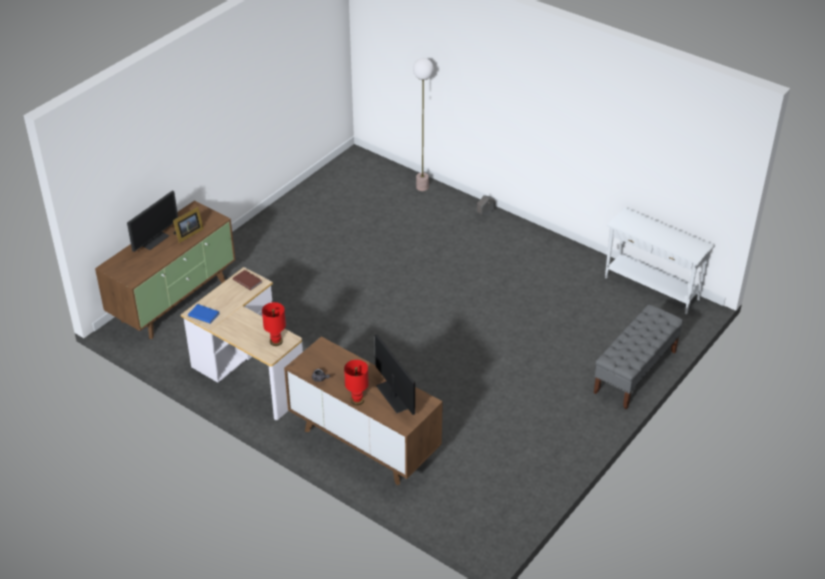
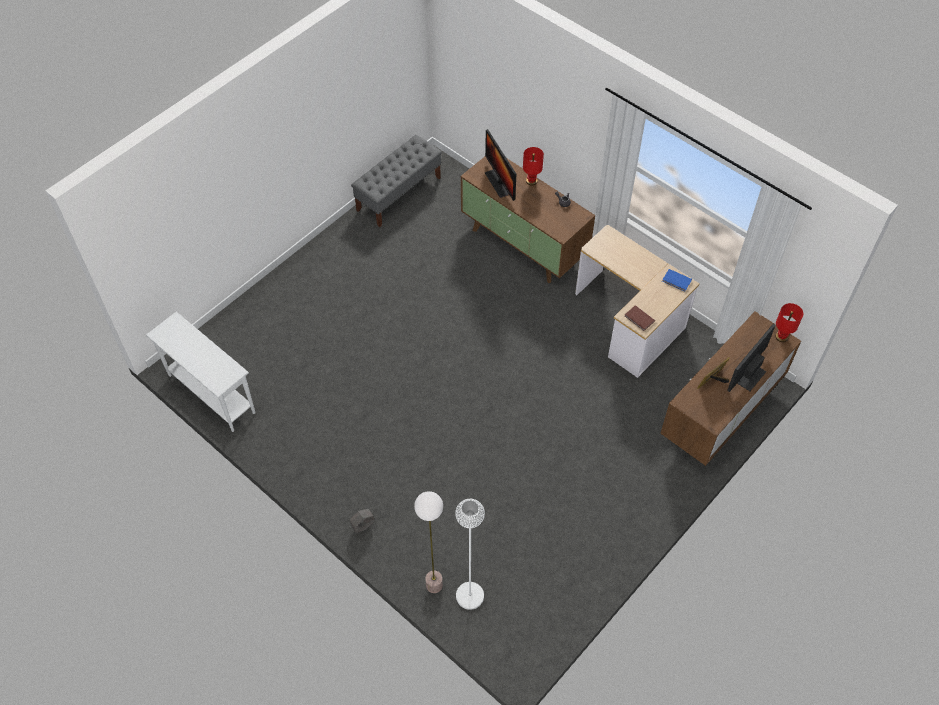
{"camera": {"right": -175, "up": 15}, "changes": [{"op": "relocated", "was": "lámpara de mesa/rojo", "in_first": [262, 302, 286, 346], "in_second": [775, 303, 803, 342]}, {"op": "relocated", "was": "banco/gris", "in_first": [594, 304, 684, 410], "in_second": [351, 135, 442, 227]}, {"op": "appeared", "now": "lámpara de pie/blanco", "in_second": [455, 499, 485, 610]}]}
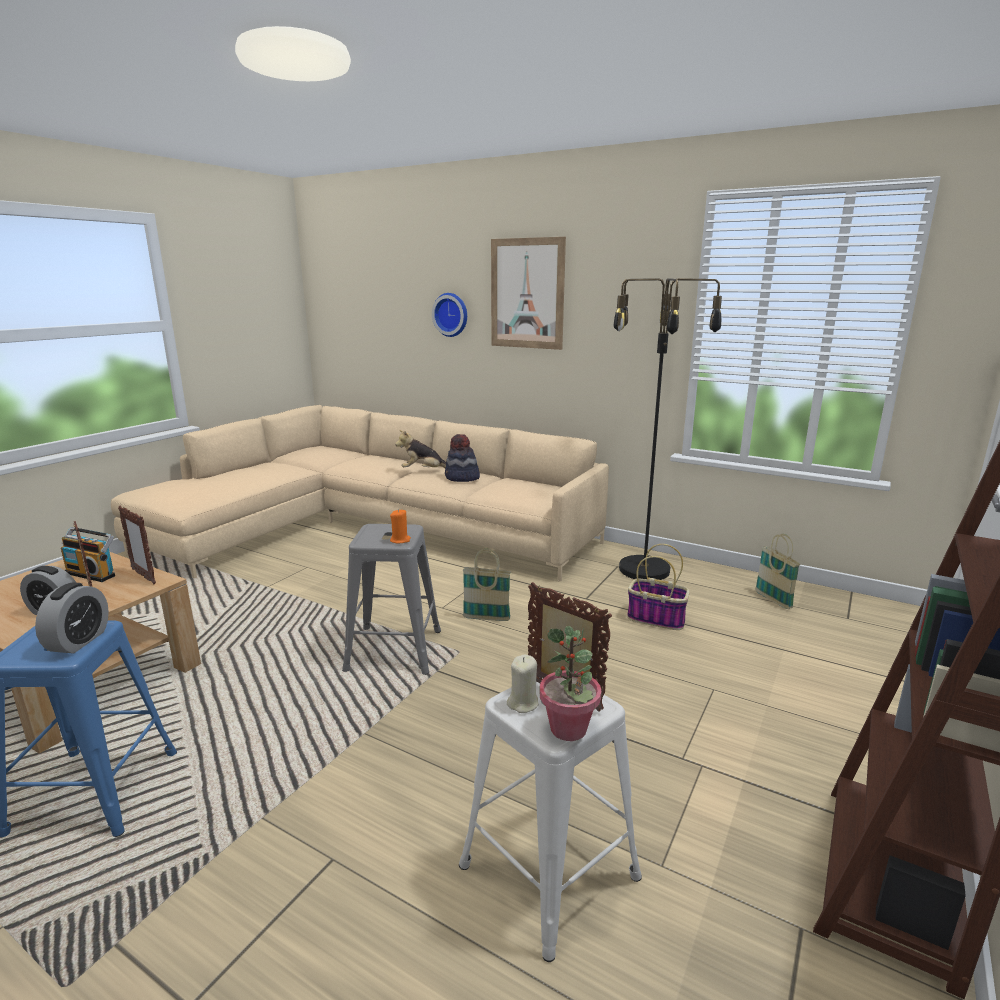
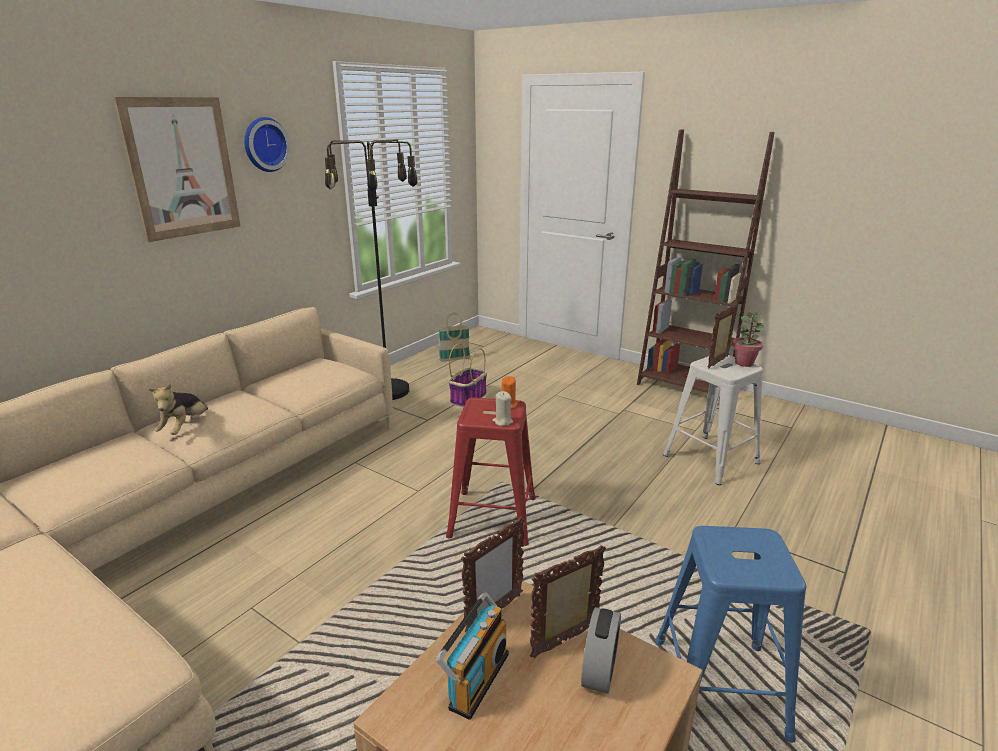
{"camera": {"right": -85, "up": 5}, "changes": [{"op": "relocated", "was": "reloj de pared", "in_first": [432, 293, 467, 337], "in_second": [244, 117, 290, 172]}, {"op": "missing", "was": "sombrero", "in_first": [445, 434, 480, 482]}, {"op": "colour", "was": "taburete/gris", "now": "taburete/rojo", "in_first": [342, 524, 441, 675], "in_second": [446, 398, 536, 546]}, {"op": "missing", "was": "cesta", "in_first": [463, 549, 511, 621]}, {"op": "missing", "was": "despertador", "in_first": [35, 583, 109, 654]}, {"op": "relocated", "was": "vela/beis", "in_first": [507, 655, 539, 713], "in_second": [492, 391, 513, 426]}]}
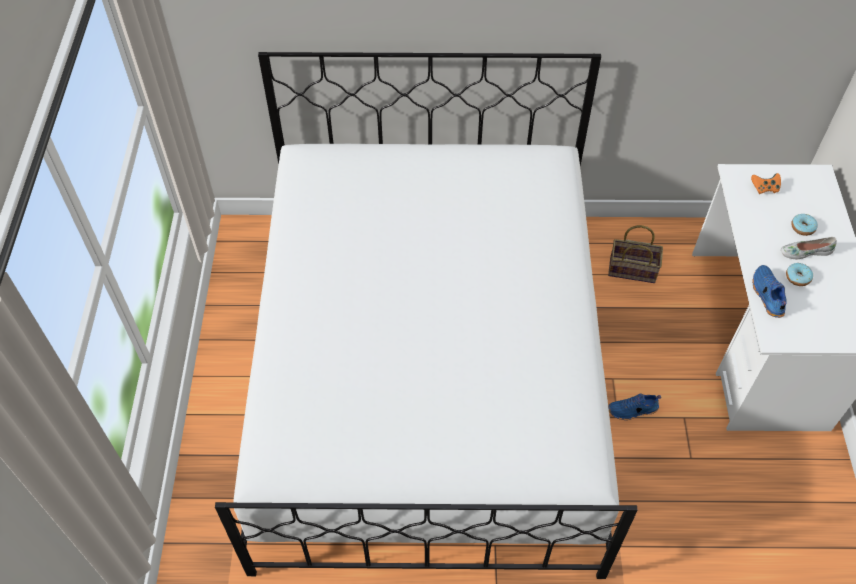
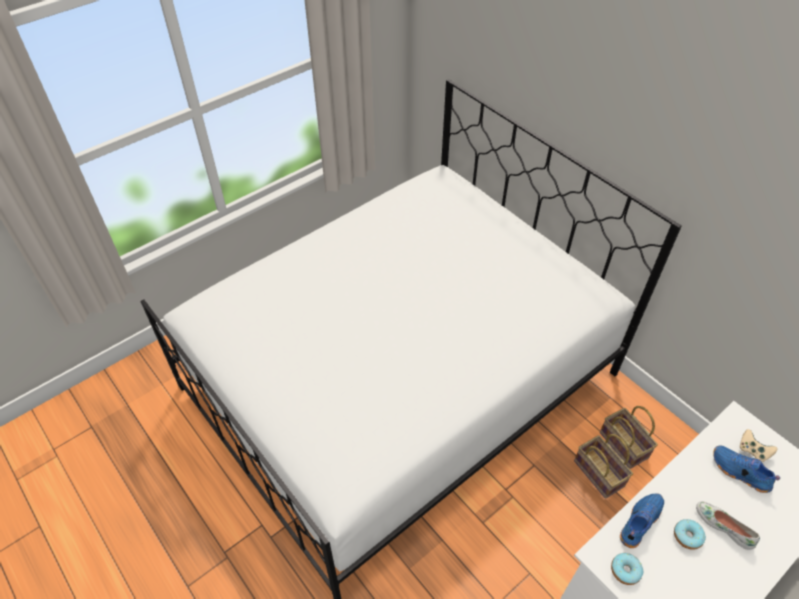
{"camera": {"right": 50, "up": -5}, "changes": [{"op": "colour", "was": "mando de consola/naranja", "now": "mando de consola/beis", "in_first": [751, 173, 781, 194], "in_second": [740, 429, 777, 462]}, {"op": "relocated", "was": "rosquilla", "in_first": [791, 214, 818, 236], "in_second": [611, 553, 643, 585]}, {"op": "relocated", "was": "zapato/azul", "in_first": [608, 394, 661, 421], "in_second": [713, 445, 780, 493]}, {"op": "appeared", "now": "cesta", "in_second": [574, 434, 633, 499]}]}
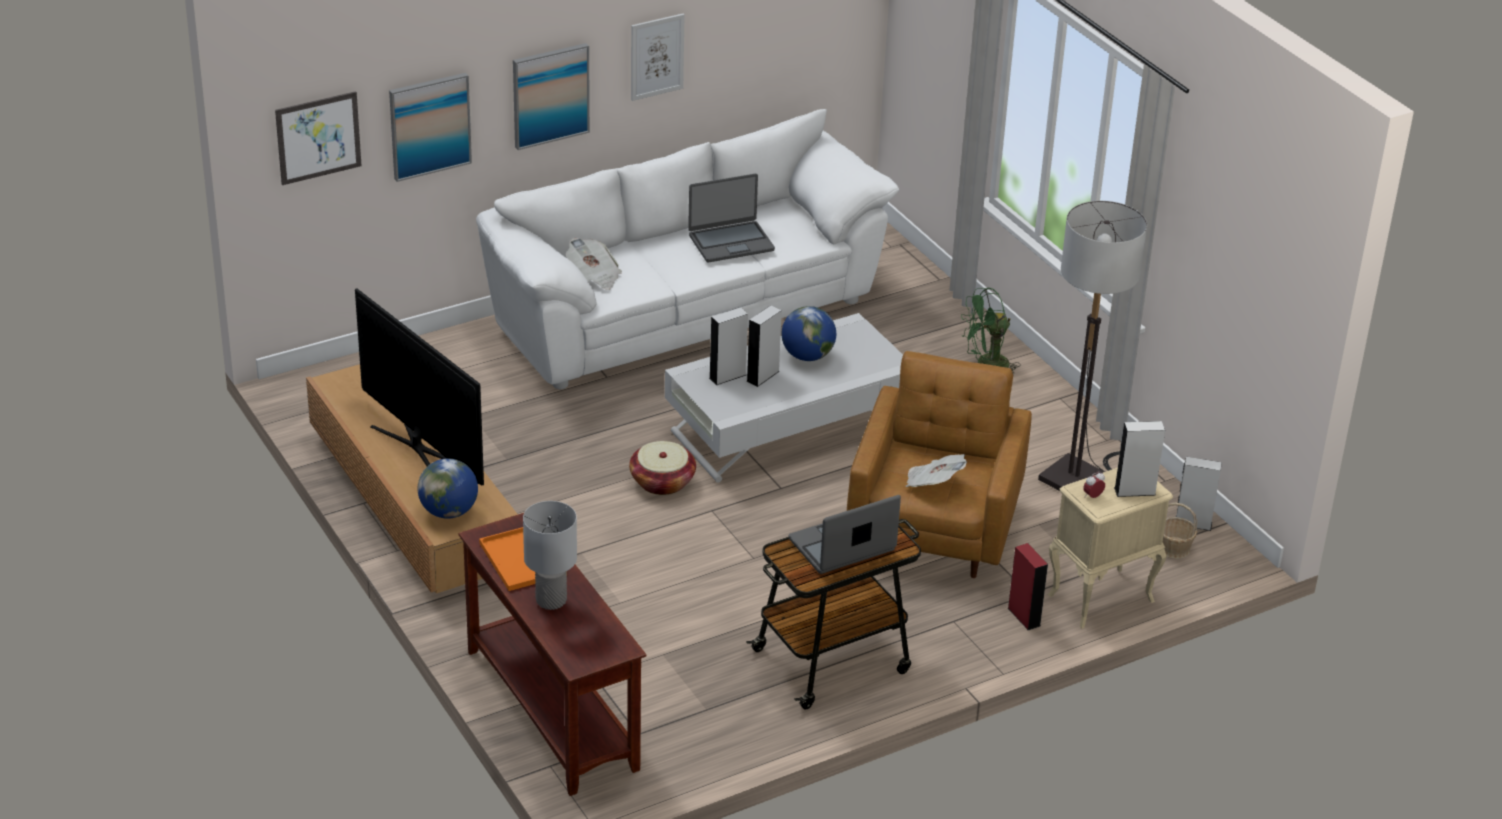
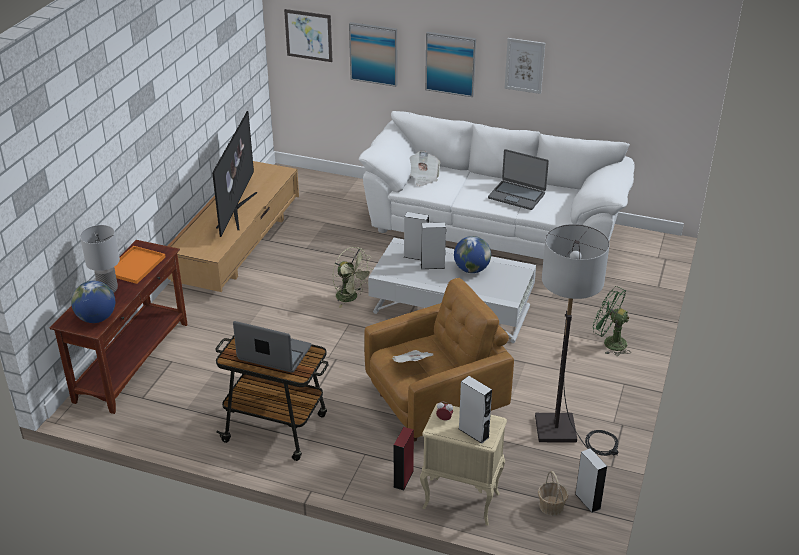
{"camera": {"right": 50, "up": 0}, "changes": [{"op": "exchanged", "was": "cesta", "now": "ventilador/verde", "in_first": [629, 441, 696, 495], "in_second": [333, 247, 372, 308]}, {"op": "relocated", "was": "globo terráqueo", "in_first": [418, 458, 478, 519], "in_second": [71, 281, 115, 323]}]}
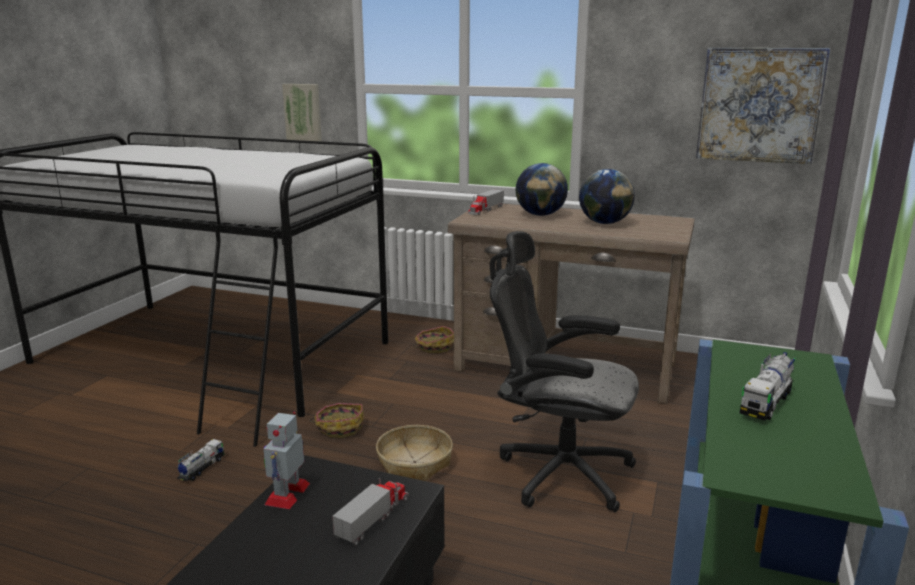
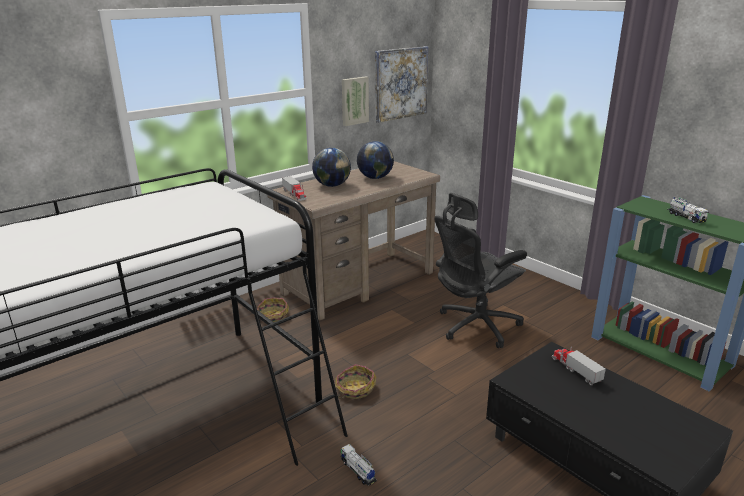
{"camera": {"right": -60, "up": 5}, "changes": [{"op": "relocated", "was": "cuadro", "in_first": [282, 84, 322, 141], "in_second": [342, 76, 369, 126]}, {"op": "missing", "was": "robot de juguete", "in_first": [263, 412, 310, 509]}, {"op": "missing", "was": "cesta", "in_first": [376, 425, 453, 481]}]}
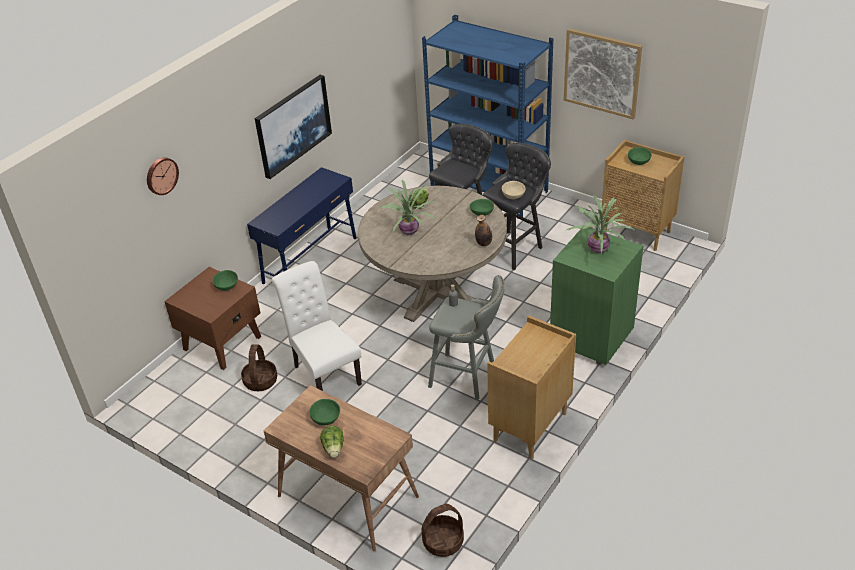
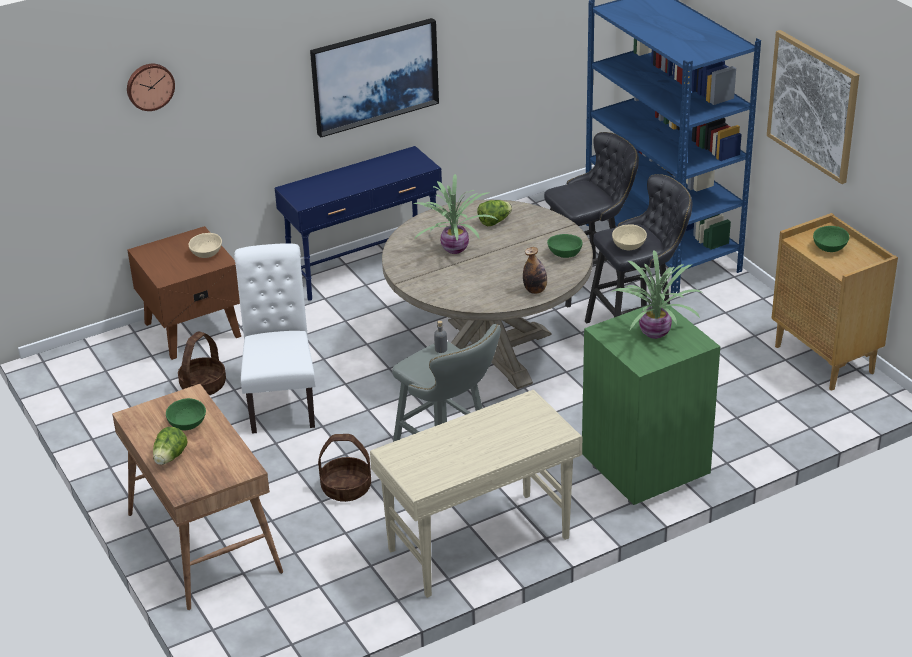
{"camera": {"right": 25, "up": -5}, "changes": [{"op": "colour", "was": "cuenco/verde", "now": "cuenco/beis", "in_first": [212, 270, 238, 291], "in_second": [189, 233, 222, 258]}, {"op": "exchanged", "was": "armario/marrón", "now": "mesa consola/beis", "in_first": [487, 316, 576, 459], "in_second": [370, 390, 582, 598]}, {"op": "relocated", "was": "cesta", "in_first": [421, 504, 464, 557], "in_second": [318, 434, 371, 502]}]}
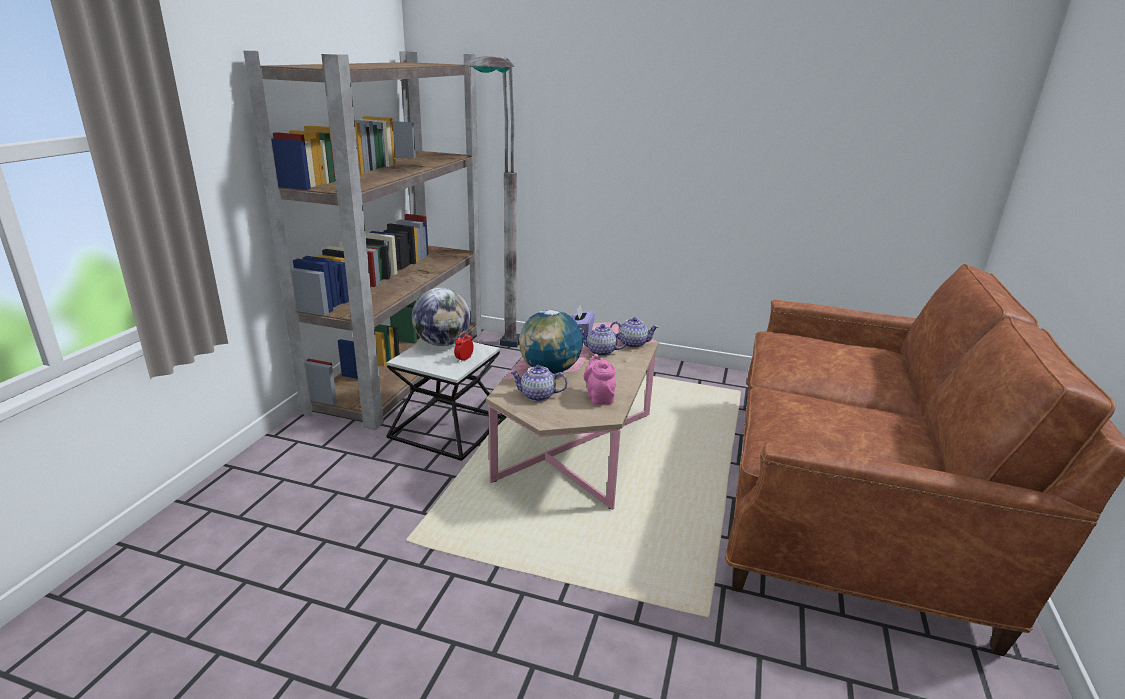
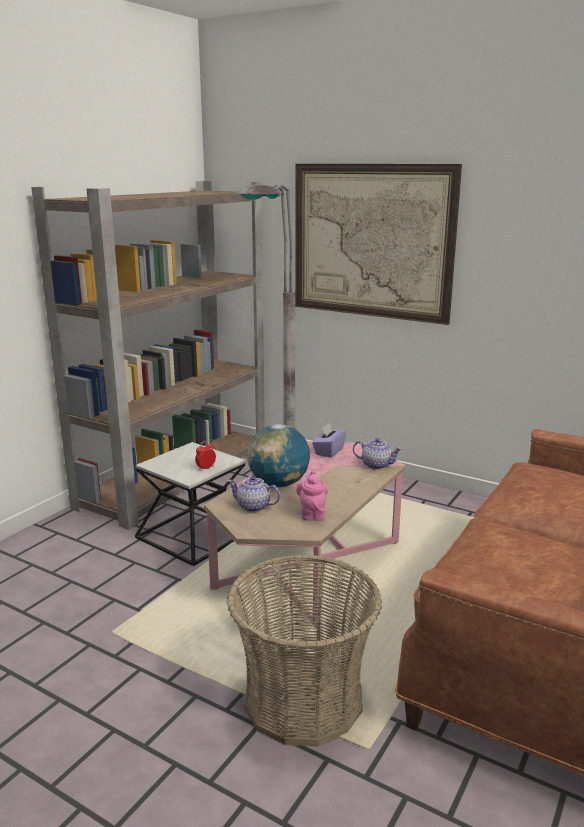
{"camera": {"right": 15, "up": -5}, "changes": [{"op": "missing", "was": "globo terráqueo", "in_first": [412, 288, 471, 346]}, {"op": "missing", "was": "tetera", "in_first": [579, 324, 627, 356]}, {"op": "appeared", "now": "cuadro", "in_second": [295, 164, 462, 325]}, {"op": "appeared", "now": "cesta", "in_second": [227, 555, 382, 746]}]}
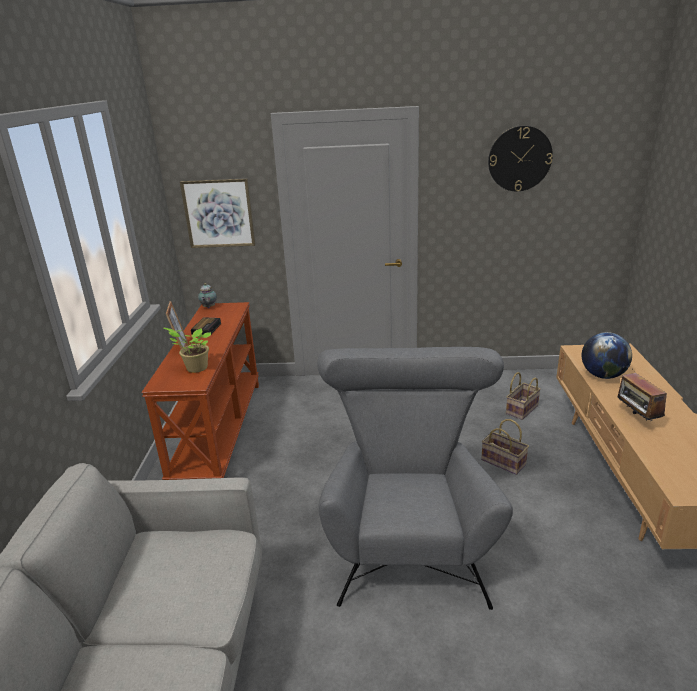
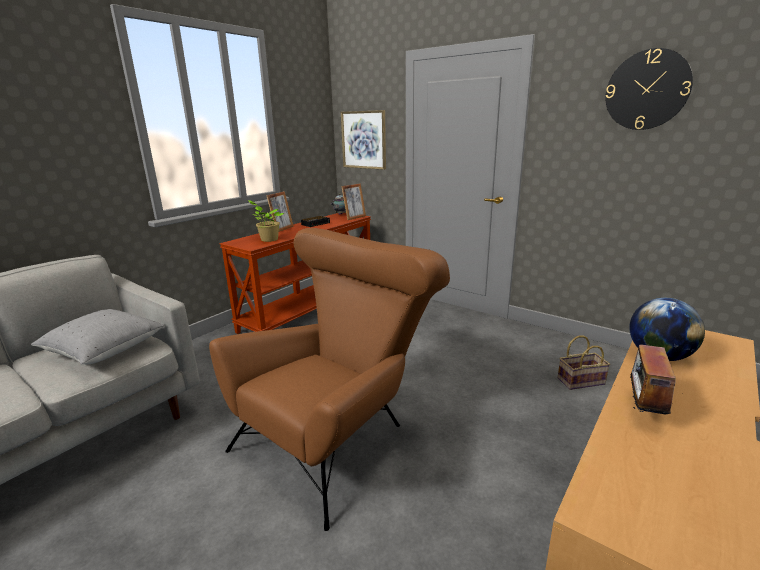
{"camera": {"right": 35, "up": -5}, "changes": [{"op": "colour", "was": "sillón/gris", "now": "sillón/marrón", "in_first": [317, 347, 513, 610], "in_second": [209, 228, 450, 531]}, {"op": "missing", "was": "cesta", "in_first": [481, 419, 529, 475]}, {"op": "appeared", "now": "portarretratos", "in_second": [341, 183, 366, 220]}, {"op": "appeared", "now": "cojín/gris", "in_second": [31, 309, 165, 364]}]}
